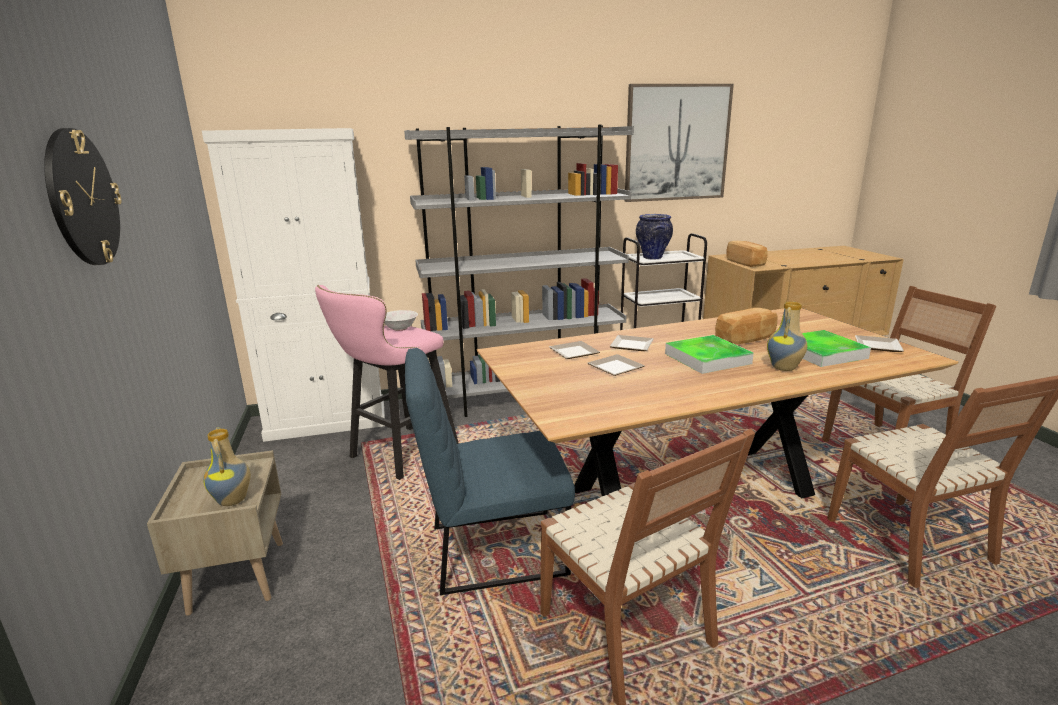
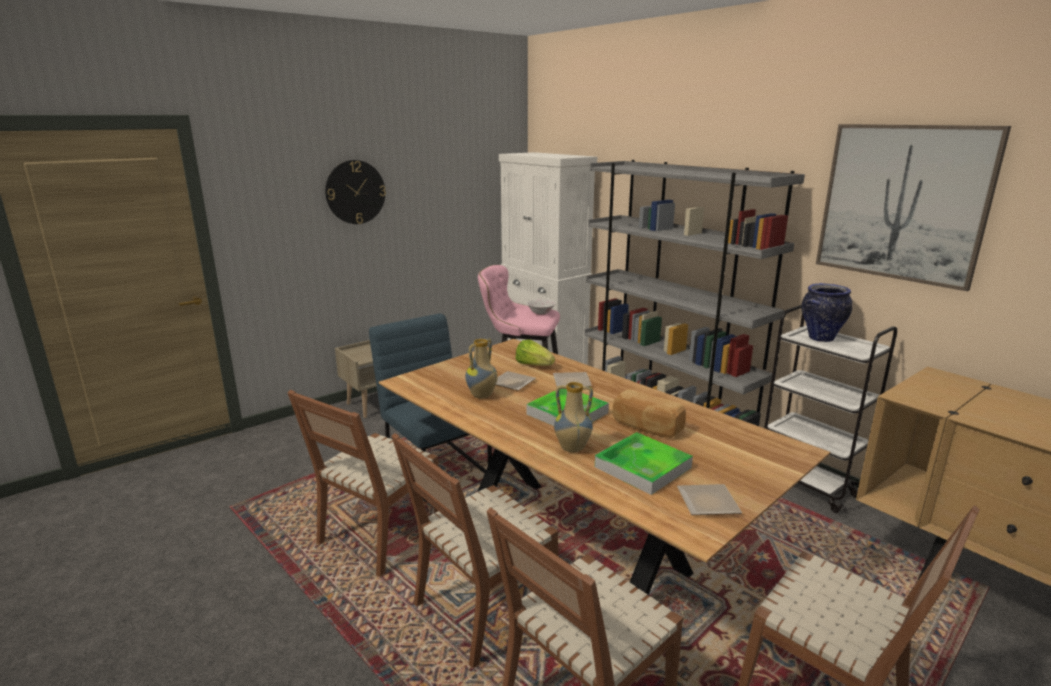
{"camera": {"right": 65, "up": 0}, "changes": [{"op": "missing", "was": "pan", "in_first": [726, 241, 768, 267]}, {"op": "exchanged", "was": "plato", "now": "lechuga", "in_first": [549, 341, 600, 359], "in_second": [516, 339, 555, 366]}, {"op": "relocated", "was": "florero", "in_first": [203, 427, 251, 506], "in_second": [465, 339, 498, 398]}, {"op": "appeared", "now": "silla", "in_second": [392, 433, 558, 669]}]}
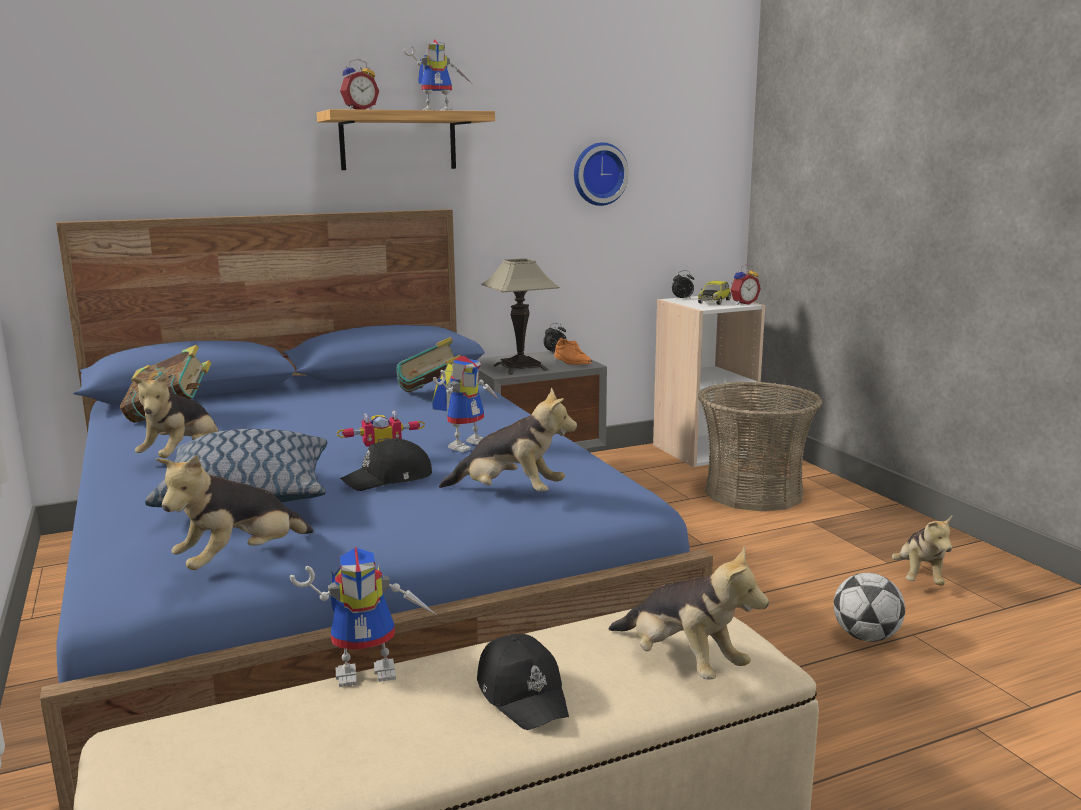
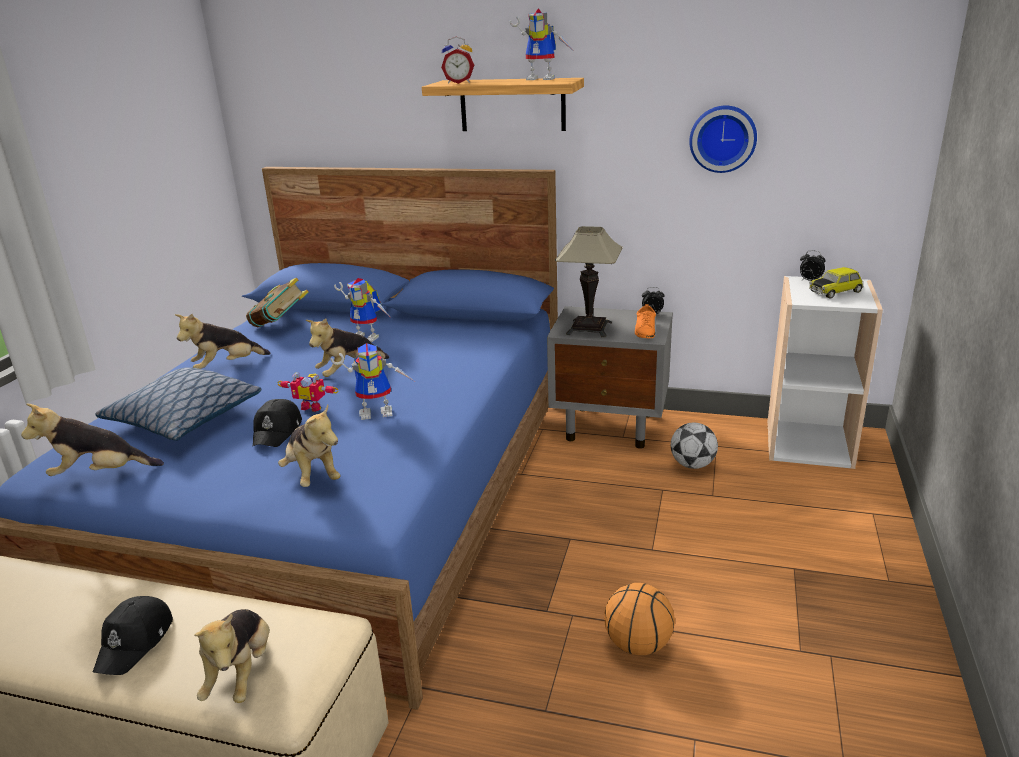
{"camera": {"right": 40, "up": 10}, "changes": [{"op": "missing", "was": "despertador", "in_first": [730, 264, 761, 305]}, {"op": "missing", "was": "libro", "in_first": [396, 337, 461, 392]}, {"op": "missing", "was": "cesta", "in_first": [698, 382, 823, 512]}, {"op": "spun", "was": "gorra/negro", "in_first": [340, 438, 432, 491], "in_second": [253, 399, 302, 447], "clockwise": -90}, {"op": "relocated", "was": "peluche", "in_first": [892, 515, 953, 586], "in_second": [306, 319, 389, 377]}, {"op": "relocated", "was": "robot de juguete", "in_first": [290, 547, 438, 687], "in_second": [334, 278, 392, 342]}, {"op": "relocated", "was": "balón de fútbol", "in_first": [833, 573, 905, 642], "in_second": [671, 422, 718, 469]}, {"op": "appeared", "now": "balón de baloncesto", "in_second": [604, 583, 675, 655]}]}
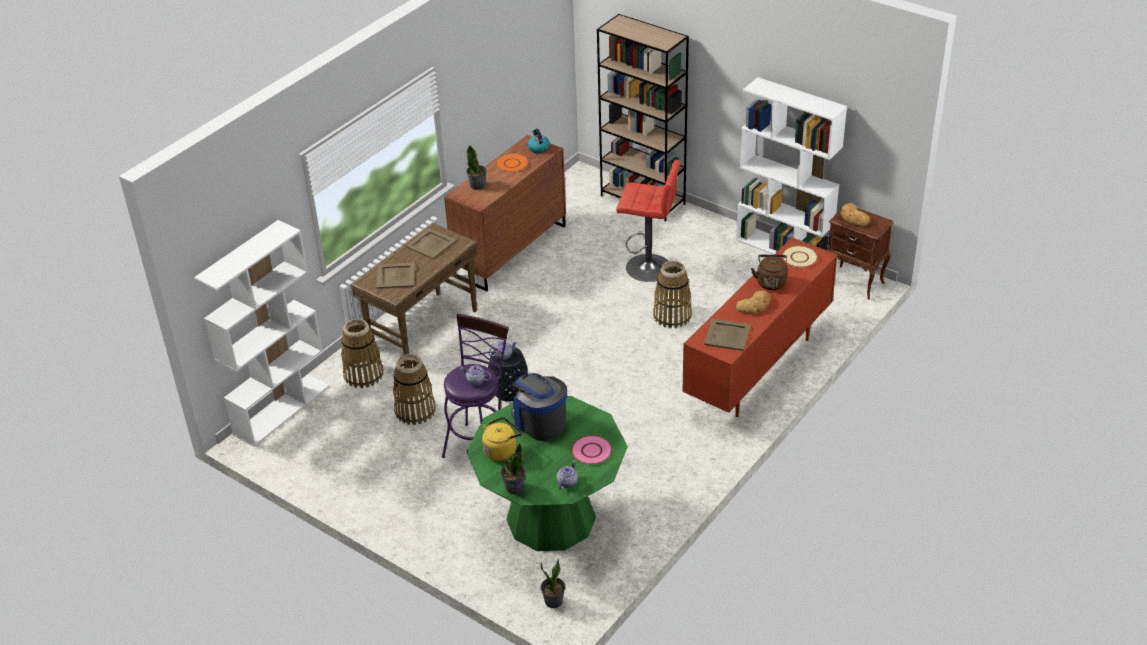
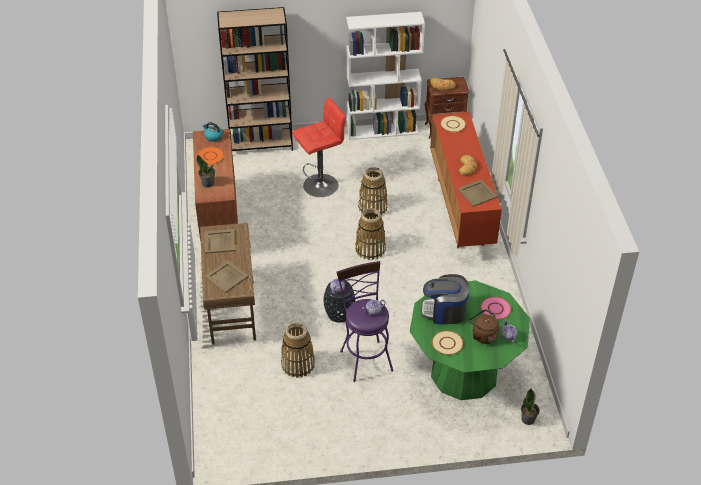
{"camera": {"right": -45, "up": 5}, "changes": [{"op": "missing", "was": "estantería/blanco", "in_first": [194, 220, 329, 447]}, {"op": "relocated", "was": "hervidor/marrón", "in_first": [751, 255, 788, 290], "in_second": [469, 309, 499, 344]}, {"op": "relocated", "was": "cesta", "in_first": [341, 319, 383, 388], "in_second": [355, 208, 386, 260]}, {"op": "exchanged", "was": "hervidor/amarillo", "now": "plato/beis", "in_first": [482, 417, 522, 461], "in_second": [432, 331, 463, 355]}, {"op": "missing", "was": "planta en maceta", "in_first": [500, 444, 526, 494]}]}
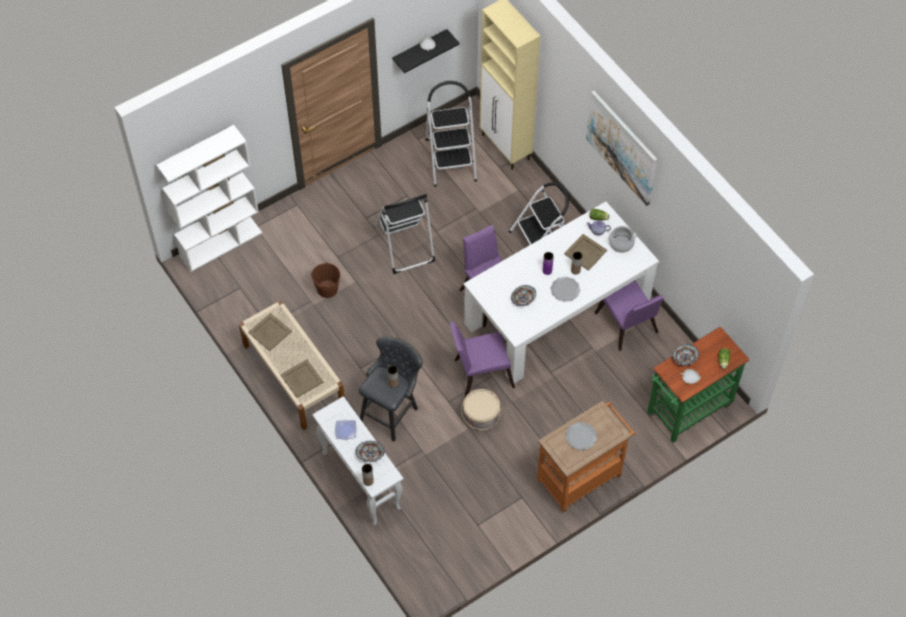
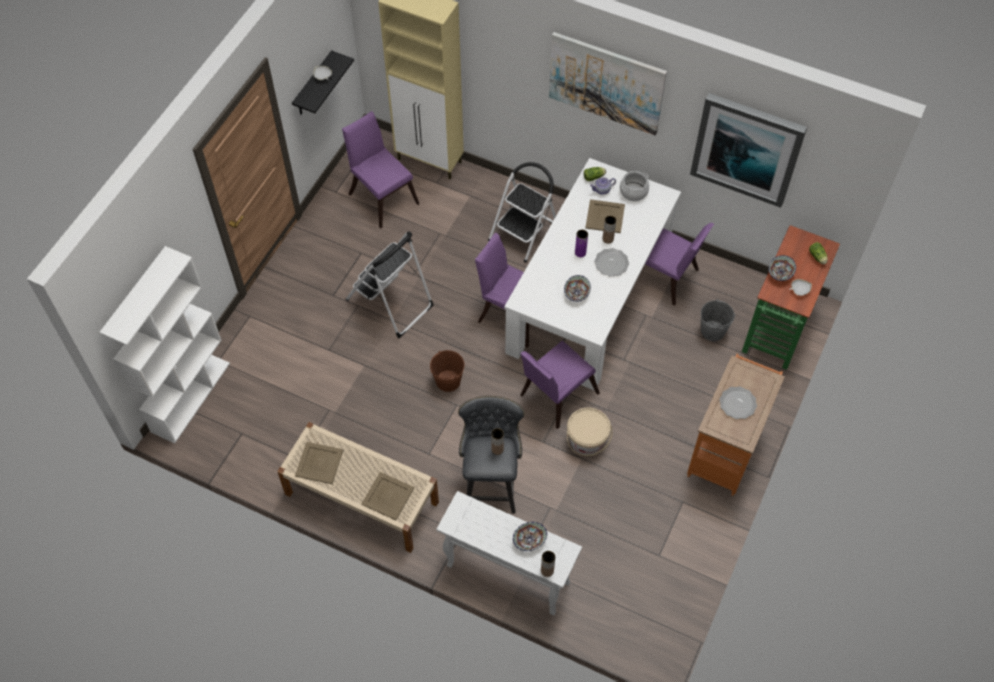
{"camera": {"right": -30, "up": 0}, "changes": [{"op": "exchanged", "was": "escalera de tijera", "now": "silla/morado", "in_first": [425, 81, 477, 187], "in_second": [342, 111, 419, 228]}, {"op": "relocated", "was": "cubo/marrón", "in_first": [311, 262, 340, 298], "in_second": [430, 350, 464, 392]}, {"op": "missing", "was": "plato", "in_first": [335, 420, 357, 439]}, {"op": "appeared", "now": "cuadro", "in_second": [690, 93, 807, 208]}, {"op": "appeared", "now": "cubo/gris", "in_second": [701, 299, 735, 341]}]}
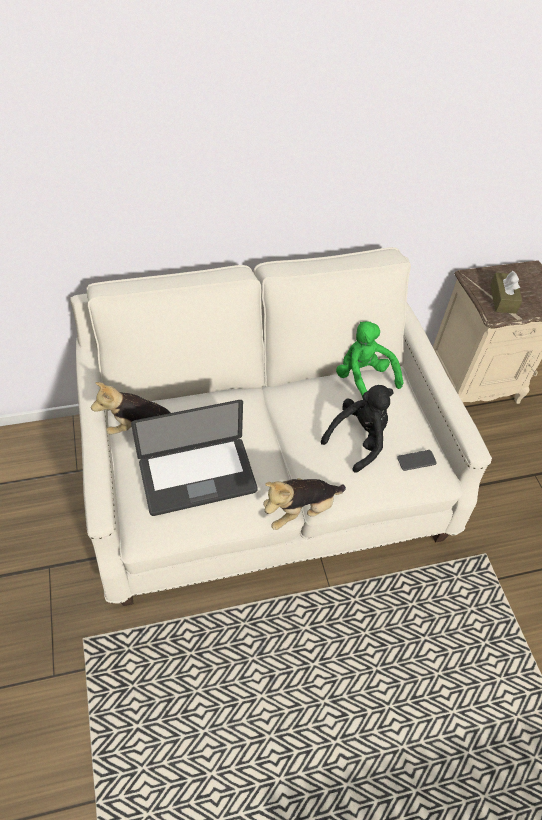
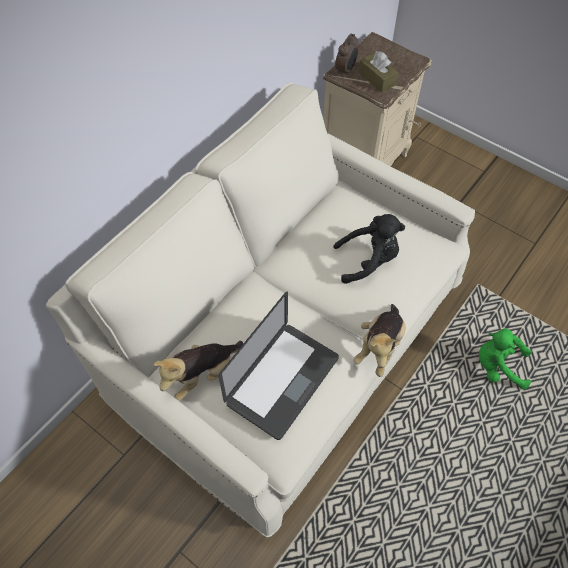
{"camera": {"right": -35, "up": 5}, "changes": [{"op": "relocated", "was": "peluche/verde", "in_first": [336, 321, 404, 400], "in_second": [479, 329, 532, 389]}, {"op": "spun", "was": "peluche/negro", "in_first": [321, 385, 394, 473], "in_second": [333, 214, 405, 284], "clockwise": 75}, {"op": "missing", "was": "móvil", "in_first": [397, 450, 437, 471]}, {"op": "appeared", "now": "despertador", "in_second": [335, 34, 358, 77]}]}
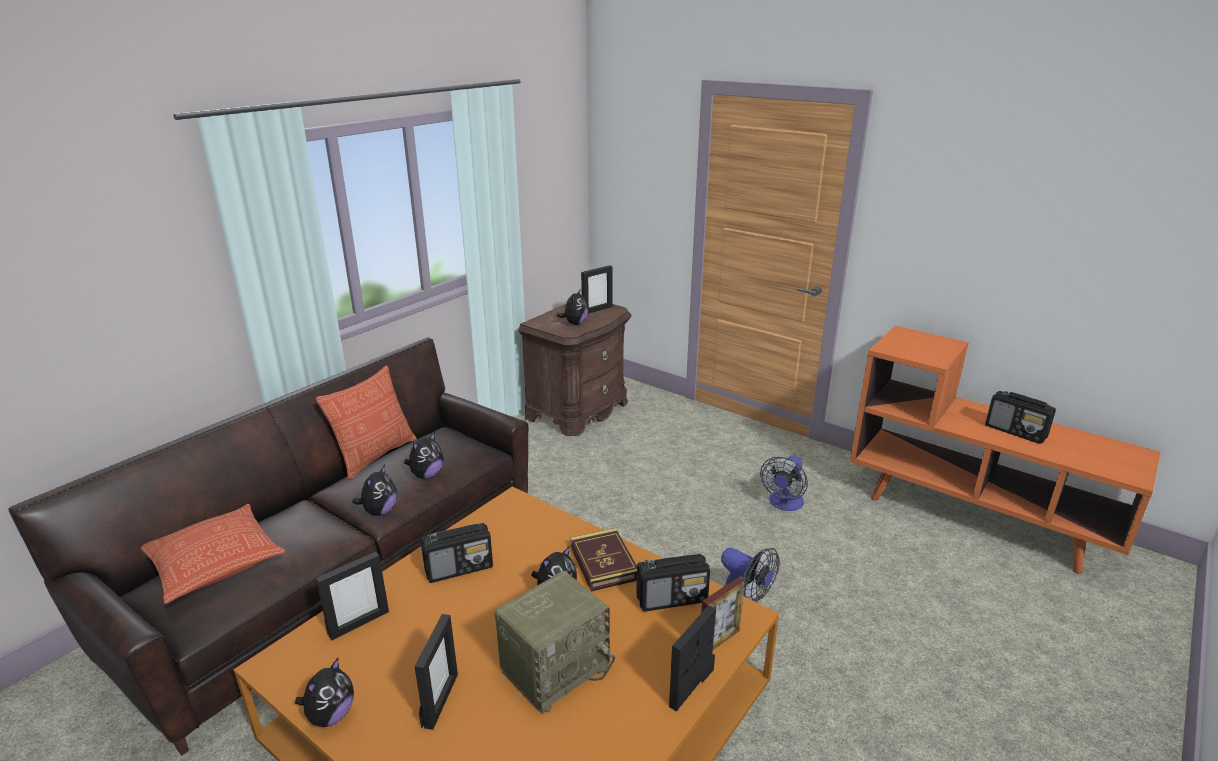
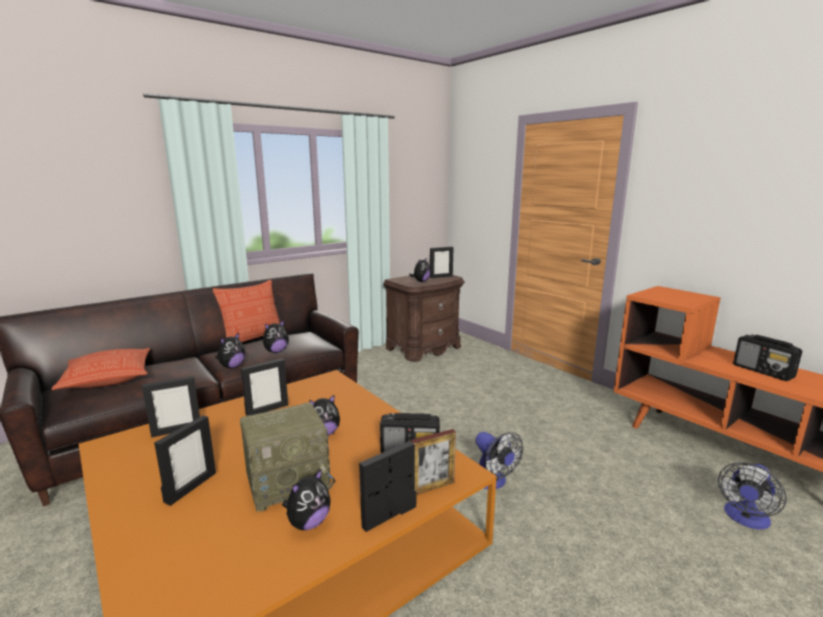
{"camera": {"right": 15, "up": -10}, "changes": [{"op": "relocated", "was": "ventilador", "in_first": [760, 456, 808, 511], "in_second": [718, 462, 787, 529]}, {"op": "exchanged", "was": "radio", "now": "portarretratos", "in_first": [421, 523, 493, 583], "in_second": [241, 358, 288, 416]}, {"op": "missing", "was": "libro", "in_first": [570, 528, 637, 592]}, {"op": "relocated", "was": "peluche", "in_first": [295, 658, 354, 727], "in_second": [282, 468, 330, 530]}]}
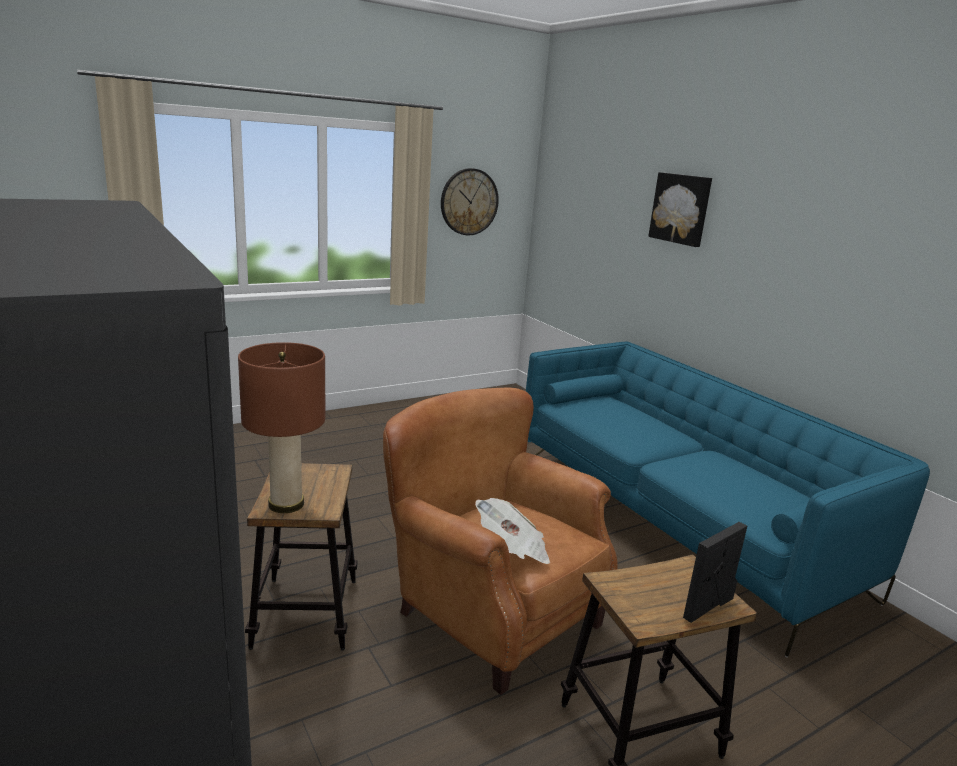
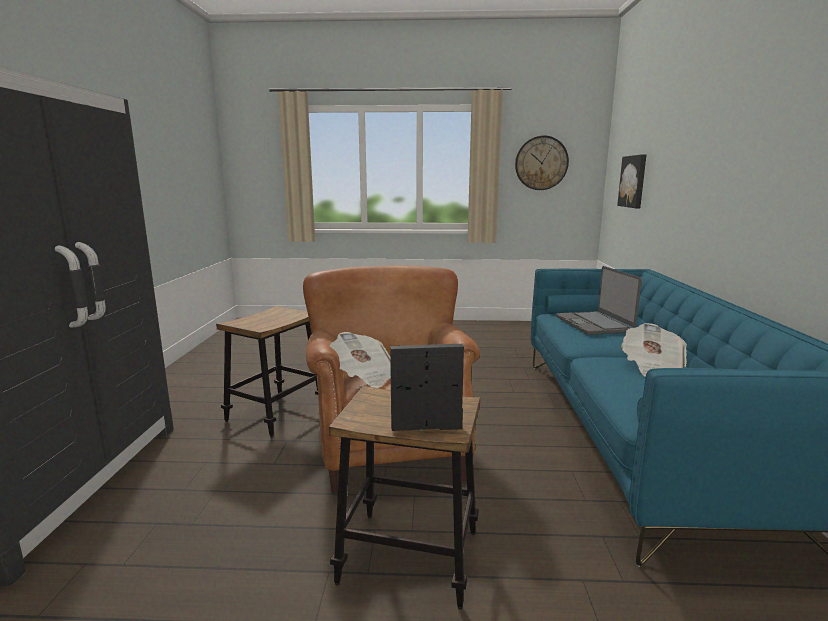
{"camera": {"right": 35, "up": -5}, "changes": [{"op": "relocated", "was": "cuadro", "in_first": [648, 172, 712, 247], "in_second": [617, 154, 646, 208]}, {"op": "missing", "was": "lámpara de mesa/marrón", "in_first": [238, 342, 326, 513]}, {"op": "appeared", "now": "portátil", "in_second": [556, 266, 642, 335]}, {"op": "appeared", "now": "periódico", "in_second": [621, 323, 687, 377]}]}
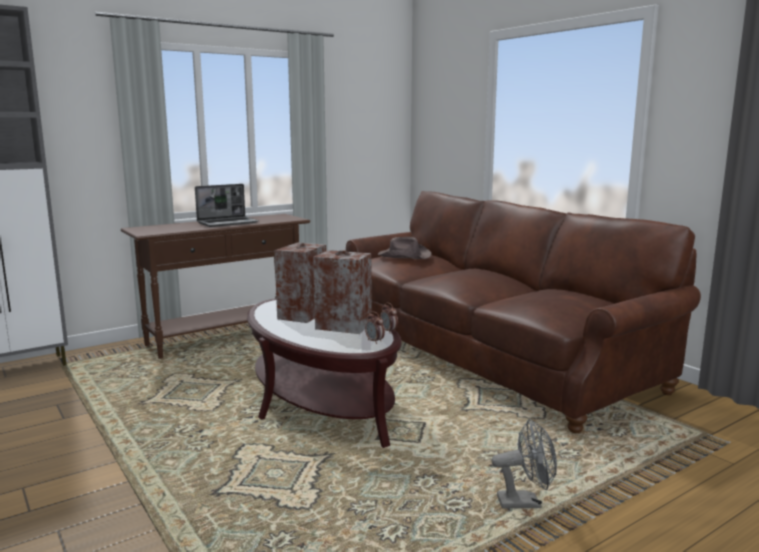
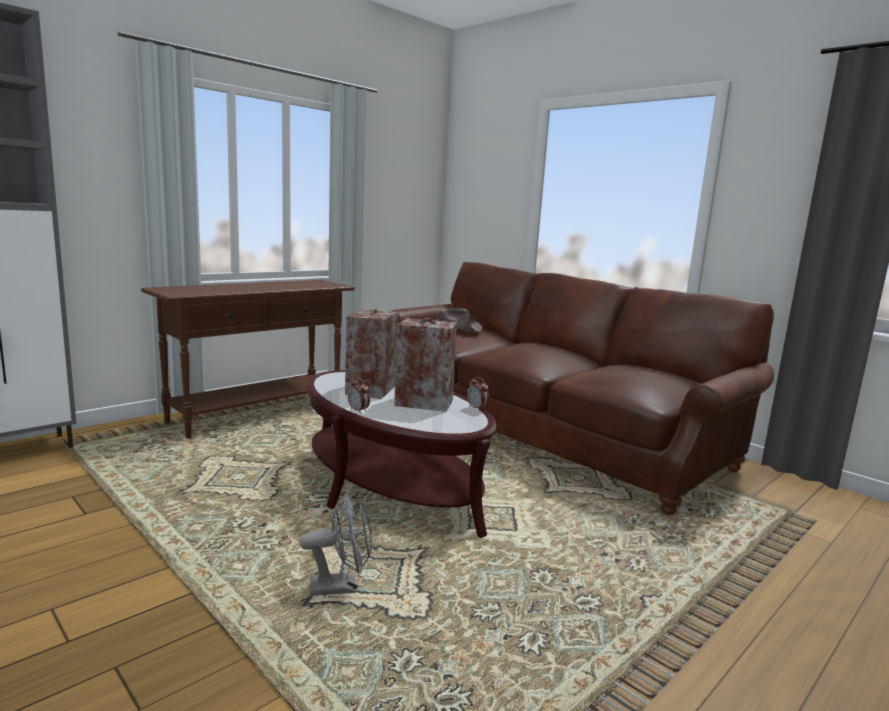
{"camera": {"right": -10, "up": 0}, "changes": [{"op": "missing", "was": "portátil", "in_first": [195, 184, 259, 227]}, {"op": "relocated", "was": "despertador", "in_first": [365, 311, 385, 344], "in_second": [348, 378, 370, 414]}, {"op": "relocated", "was": "ventilador/gris", "in_first": [491, 419, 557, 509], "in_second": [300, 494, 372, 596]}]}
